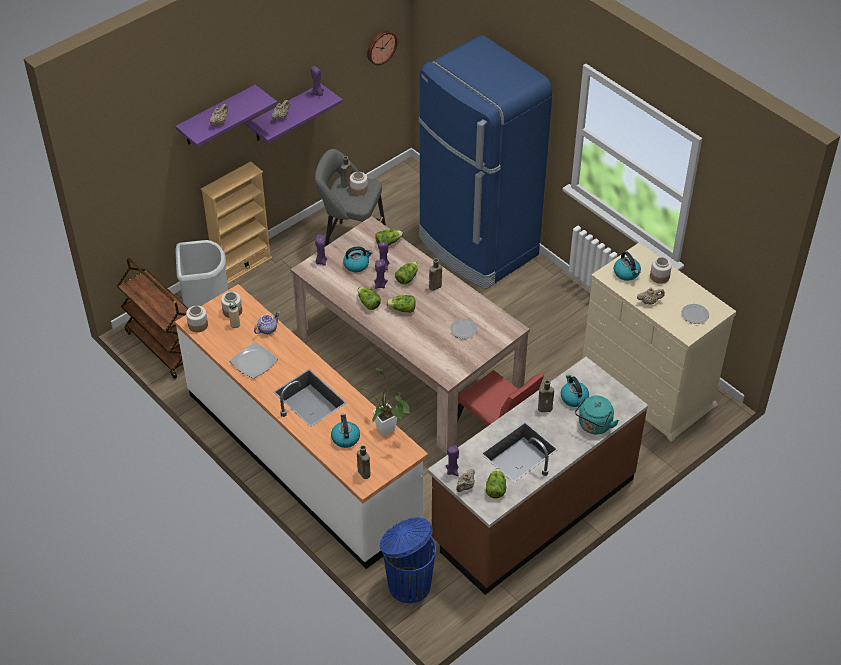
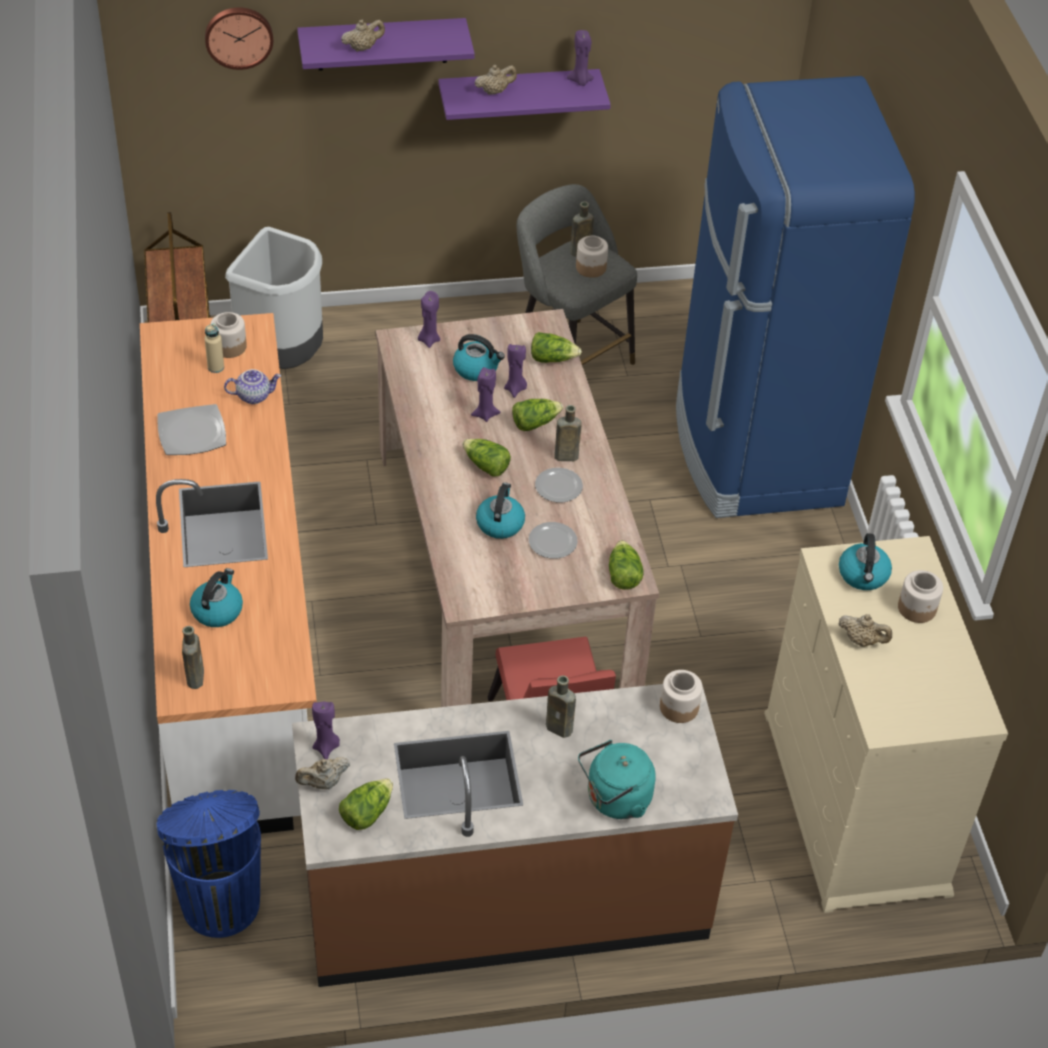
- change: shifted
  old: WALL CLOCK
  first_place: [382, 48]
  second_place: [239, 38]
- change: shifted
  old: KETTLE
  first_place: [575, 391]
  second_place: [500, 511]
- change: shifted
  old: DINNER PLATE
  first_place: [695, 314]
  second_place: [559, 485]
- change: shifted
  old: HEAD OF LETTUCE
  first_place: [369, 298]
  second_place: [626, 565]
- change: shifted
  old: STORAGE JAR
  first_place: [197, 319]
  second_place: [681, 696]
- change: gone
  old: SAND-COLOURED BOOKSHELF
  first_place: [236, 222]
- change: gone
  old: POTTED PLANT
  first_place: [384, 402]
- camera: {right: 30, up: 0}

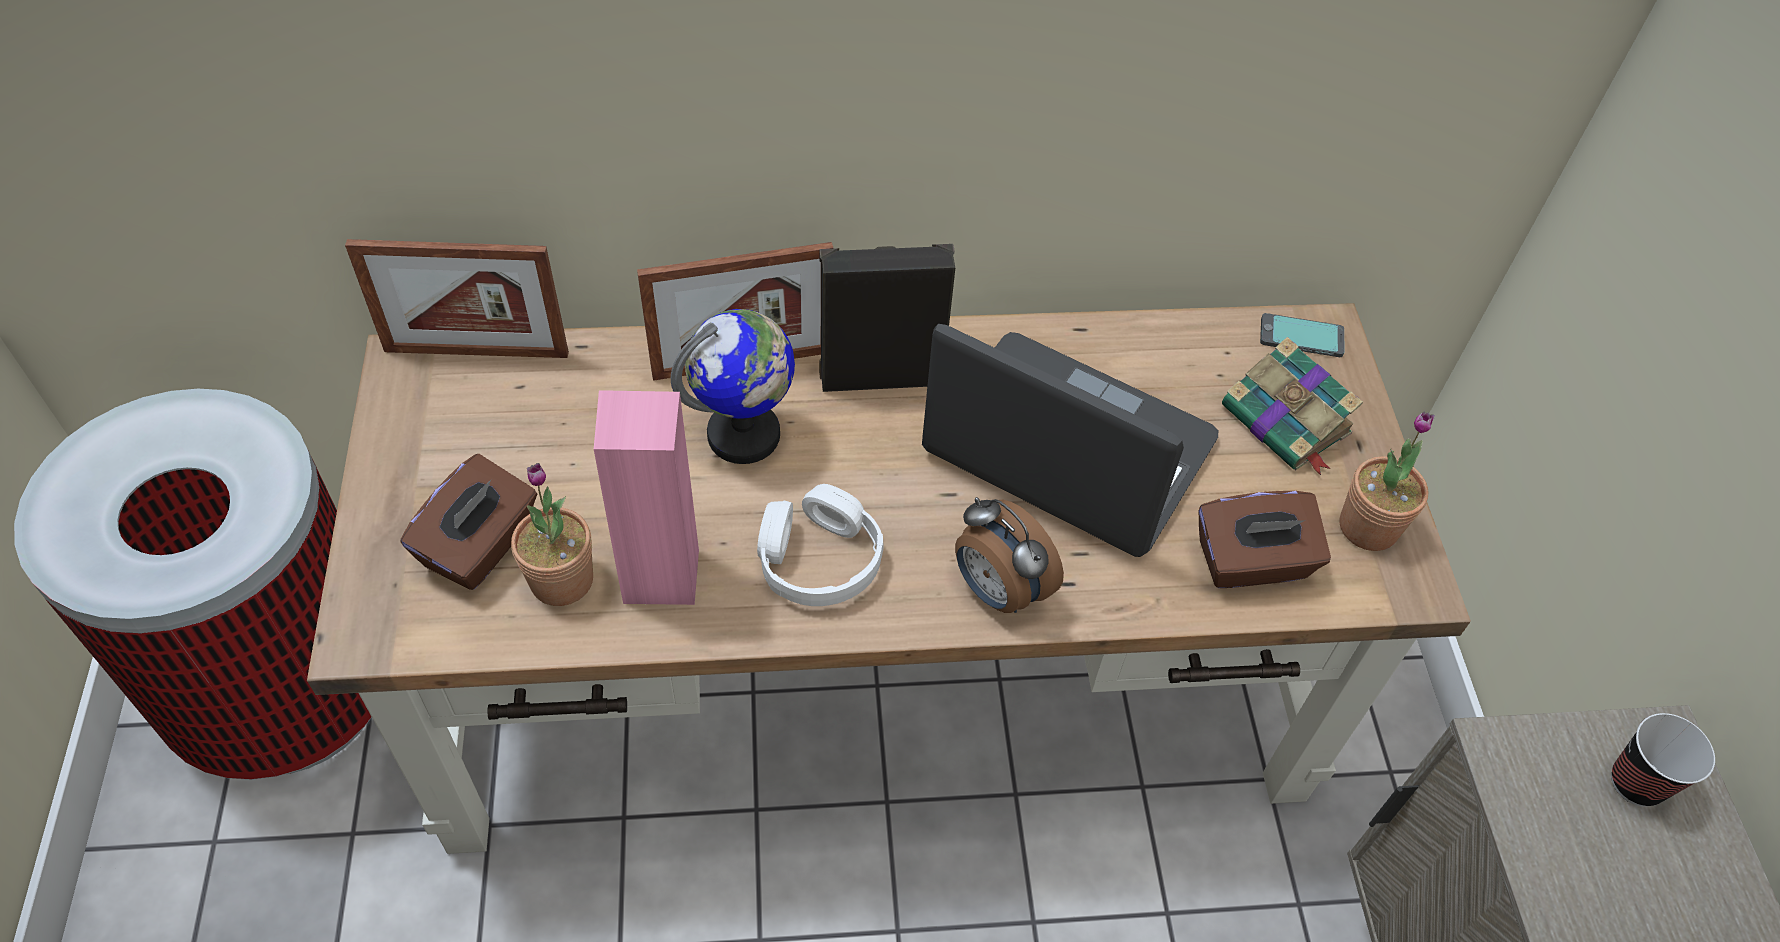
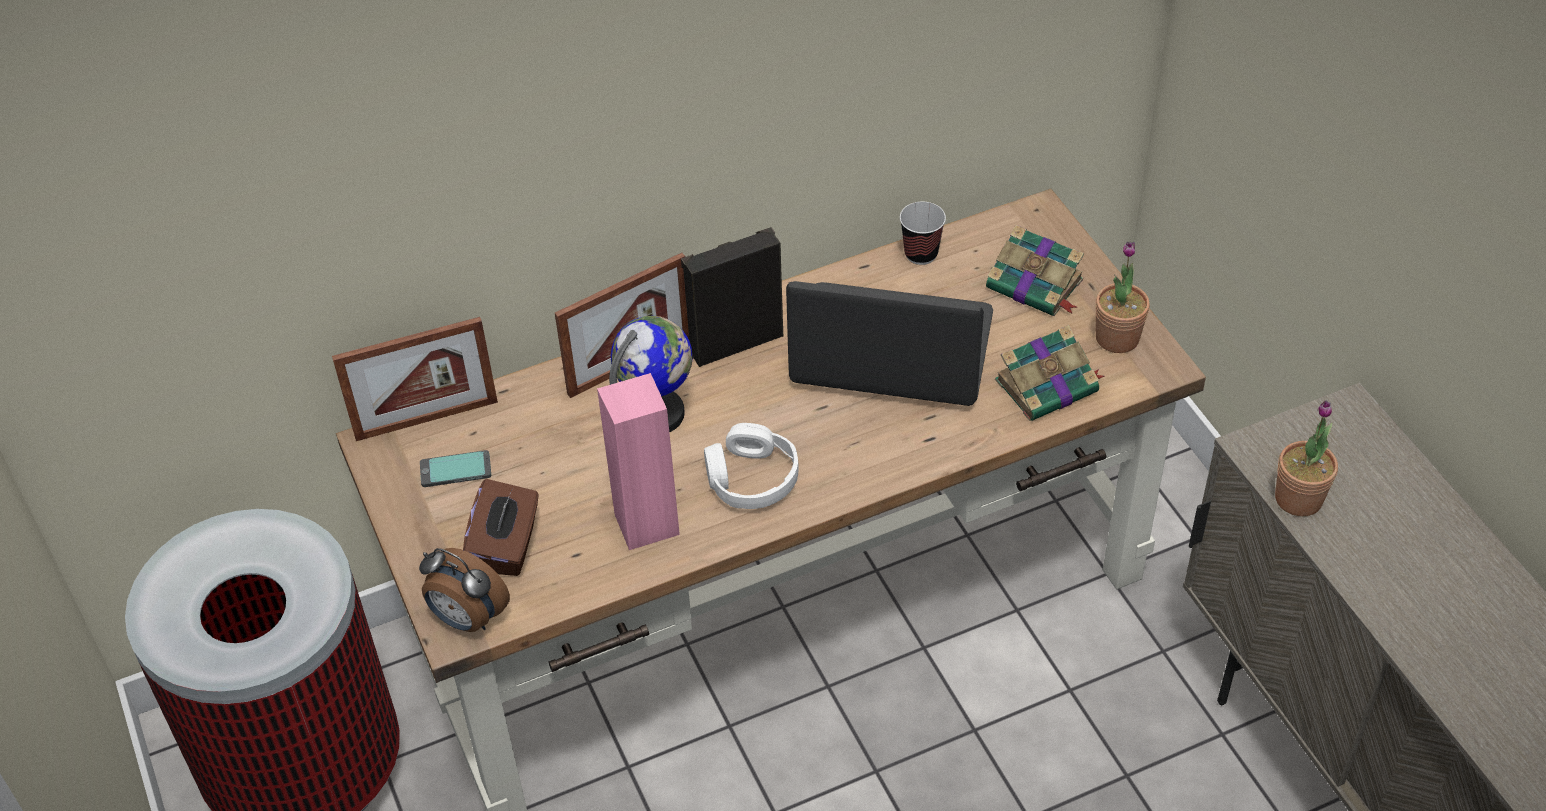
- change: shifted
  old: TABLE CLOCK
  first_place: [1009, 555]
  second_place: [464, 590]
- change: shifted
  old: HANDSET
  first_place: [1302, 335]
  second_place: [455, 468]
- change: shifted
  old: SMALL CUP
  first_place: [1663, 759]
  second_place: [923, 233]
- change: swapped
  old: BROWN TISSUE HOLDER
  new: BOOK
  first_place: [1265, 539]
  second_place: [1049, 373]
- change: shifted
  old: POTTED PLANT
  first_place: [552, 534]
  second_place: [1306, 458]
- camera: {right: -15, up: -5}

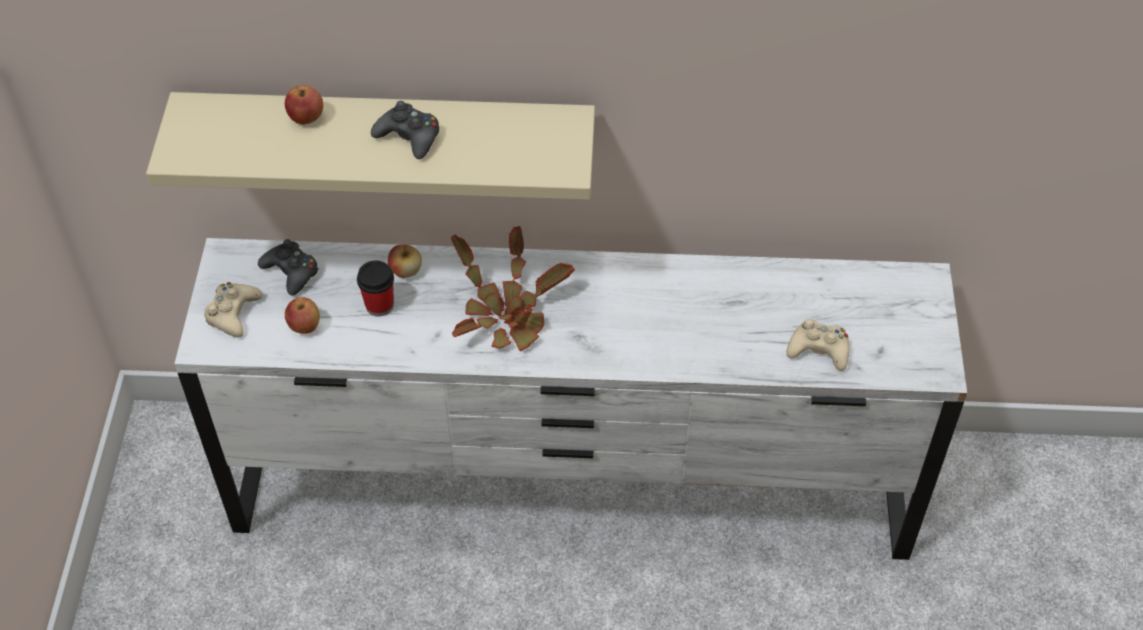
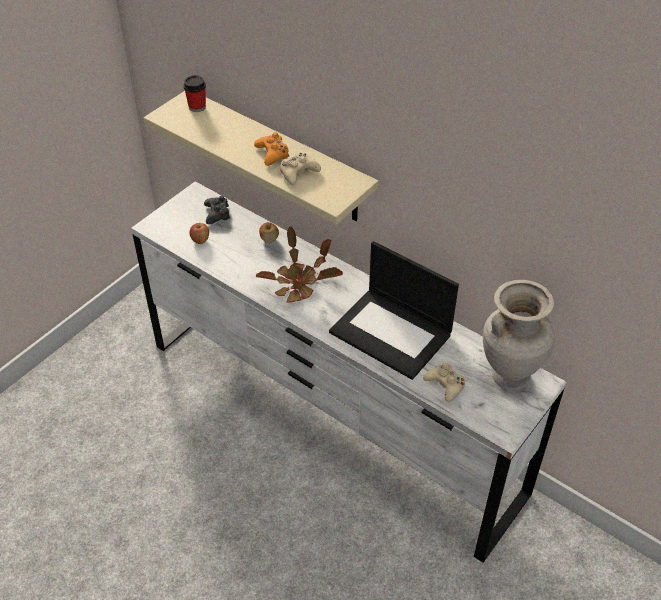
- change: shifted
  old: SMALL CUP
  first_place: [375, 288]
  second_place: [194, 93]
- change: repainted
  old: BLACKISH GAMEPAD
  new: ORANGEY GAMEPAD
  first_place: [405, 130]
  second_place: [271, 149]
- change: shifted
  old: SAND-COLOURED GAMEPAD
  first_place: [233, 309]
  second_place: [300, 169]
- change: new
  new: PORTABLE COMPUTER
  second_place: [394, 310]
- change: new
  new: SAND-COLOURED DECORATIVE VASE
  second_place: [519, 335]
- change: gone
  old: APPLE FRUIT
  first_place: [304, 105]
- camera: {right: 35, up: -5}

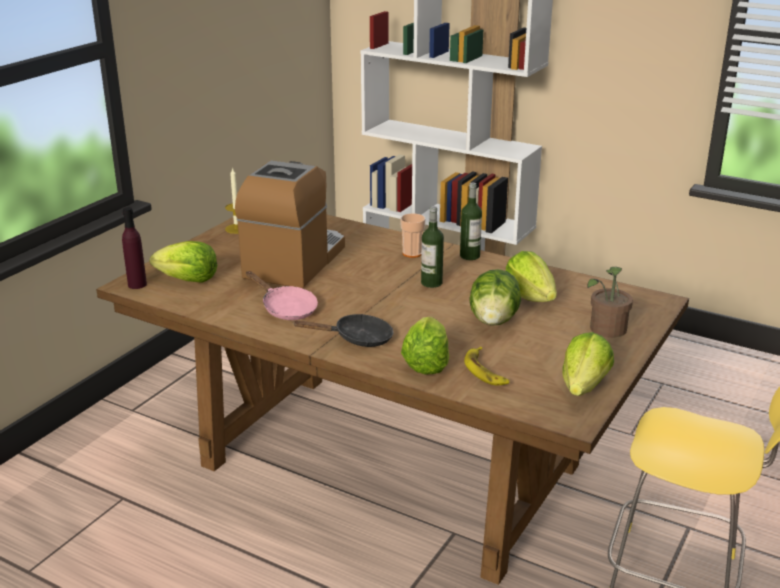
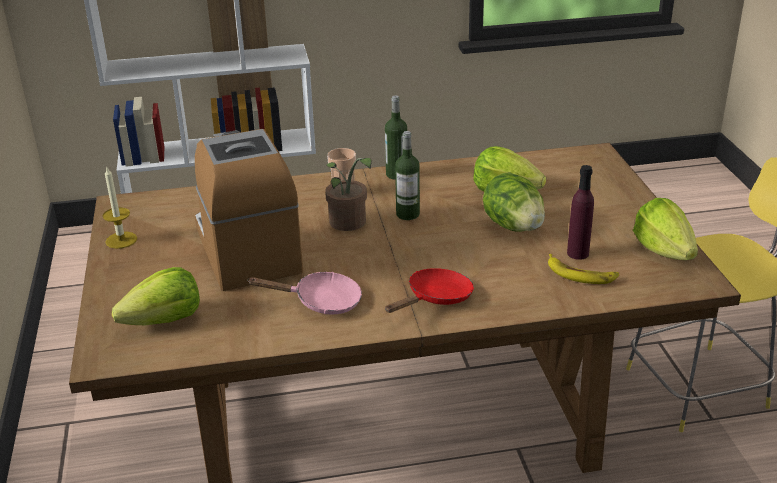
- change: shifted
  old: POTTED PLANT
  first_place: [610, 302]
  second_place: [348, 194]
- change: repainted
  old: BLACKISH SKILLET
  new: RED-COLOURED SKILLET
  first_place: [343, 330]
  second_place: [429, 290]
- change: shifted
  old: PURPLISH BEVERAGE BOTTLE
  first_place: [134, 248]
  second_place: [580, 212]
- change: gone
  old: HEAD OF LETTUCE
  first_place: [425, 345]
- camera: {right: -40, up: 5}

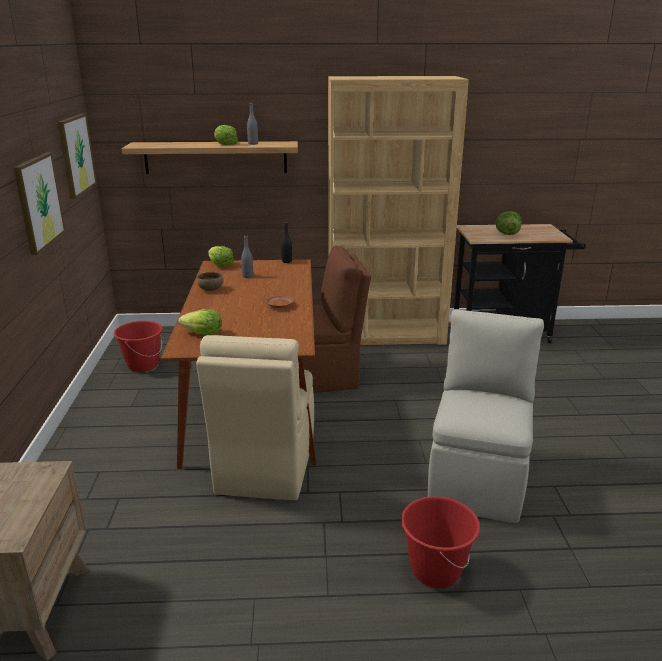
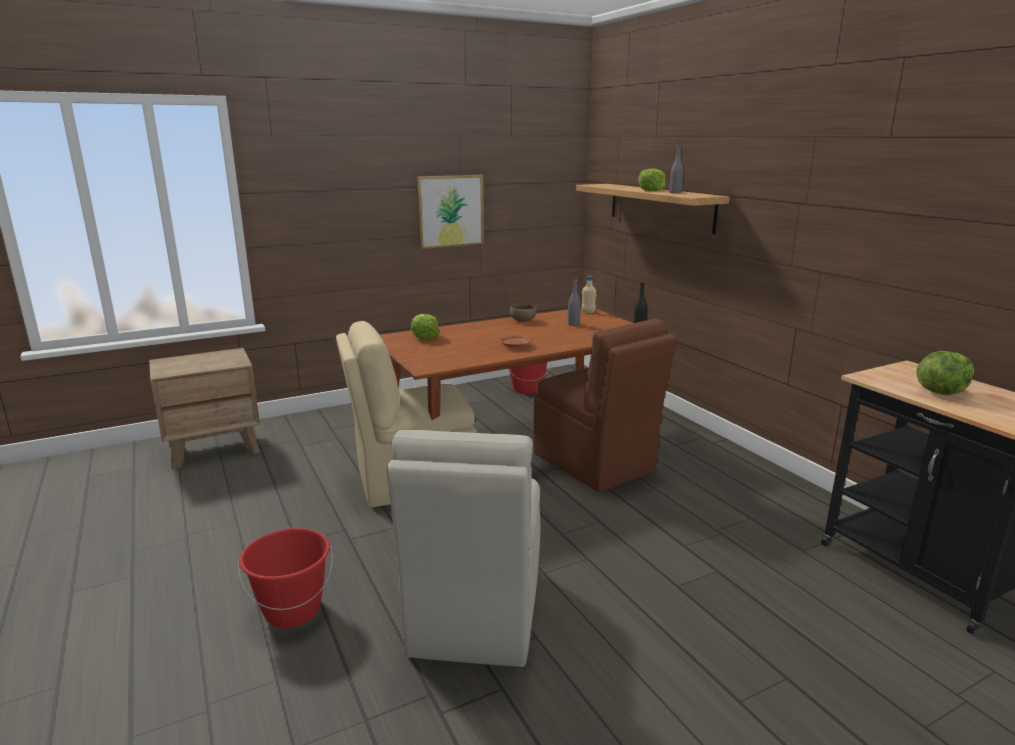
- change: rotated
  old: SAND-COLOURED CHAIR
  first_place: [486, 416]
  second_place: [463, 548]
  degrees: 105
- change: swapped
  old: HEAD OF LETTUCE
  new: SAND-COLOURED BEVERAGE BOTTLE
  first_place: [221, 256]
  second_place: [589, 294]
- change: gone
  old: WALL PICTURE
  first_place: [77, 156]
- change: gone
  old: BROWN BOOKSHELF
  first_place: [398, 210]
- camera: {right: 65, up: -5}

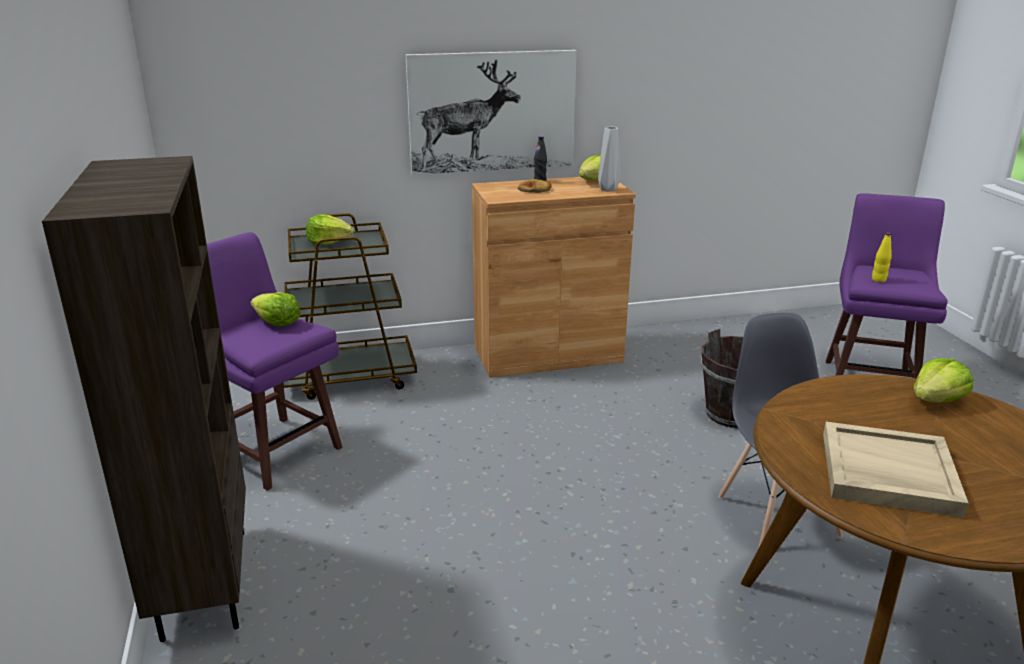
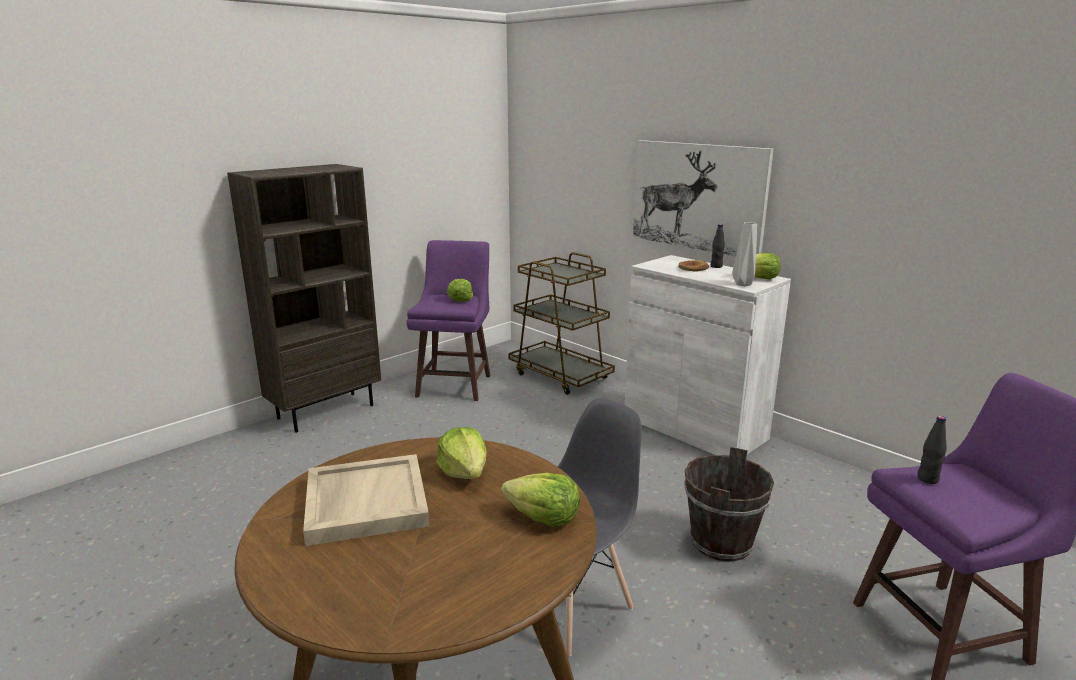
- change: shifted
  old: HEAD OF LETTUCE
  first_place: [330, 229]
  second_place: [462, 453]
- change: repainted
  old: BROWN CABINET
  new: WHITISH CABINET
  first_place: [554, 277]
  second_place: [708, 355]
- change: repainted
  old: YELLOW BEVERAGE BOTTLE
  new: BLACKISH BEVERAGE BOTTLE
  first_place: [882, 257]
  second_place: [932, 450]
- camera: {right: 60, up: -5}

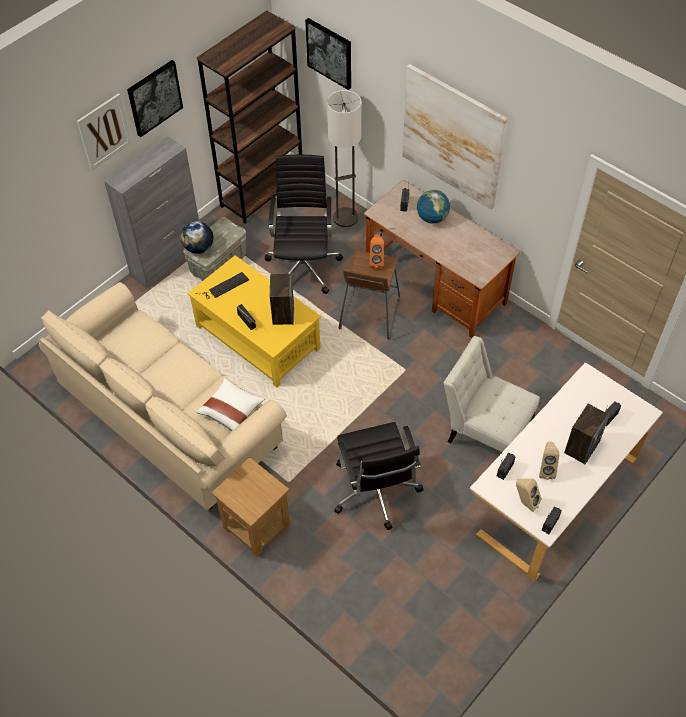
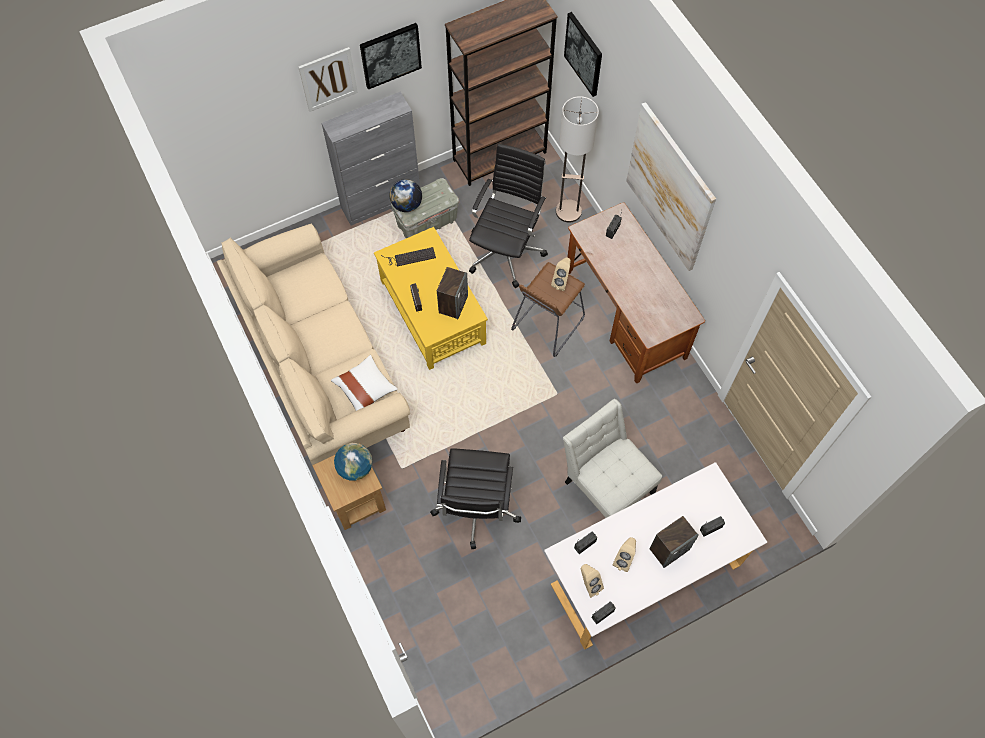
- change: shifted
  old: DESK GLOBE
  first_place: [433, 207]
  second_place: [353, 462]
- change: repainted
  old: ORANGEY AUDIO SPEAKER
  new: SAND-COLOURED AUDIO SPEAKER
  first_place: [376, 251]
  second_place: [561, 274]
- camera: {right: 20, up: 10}

